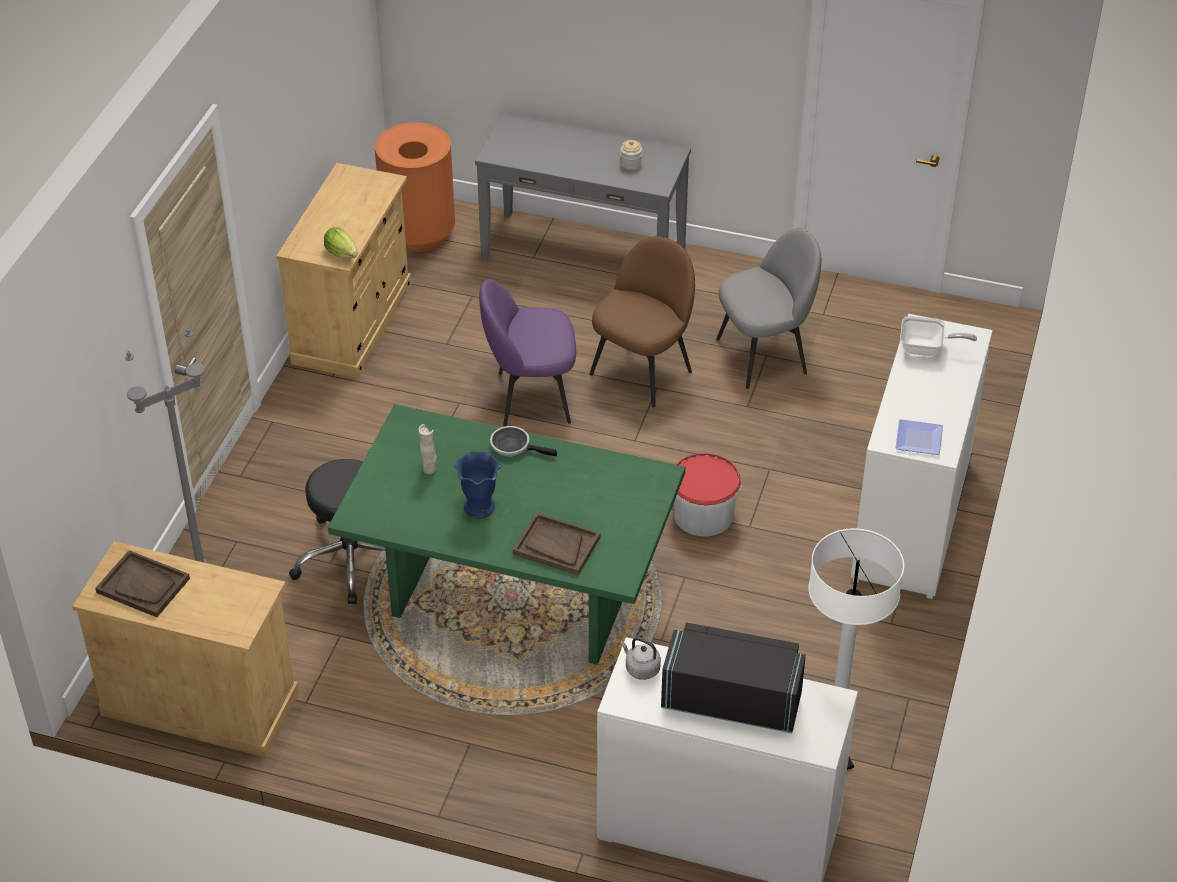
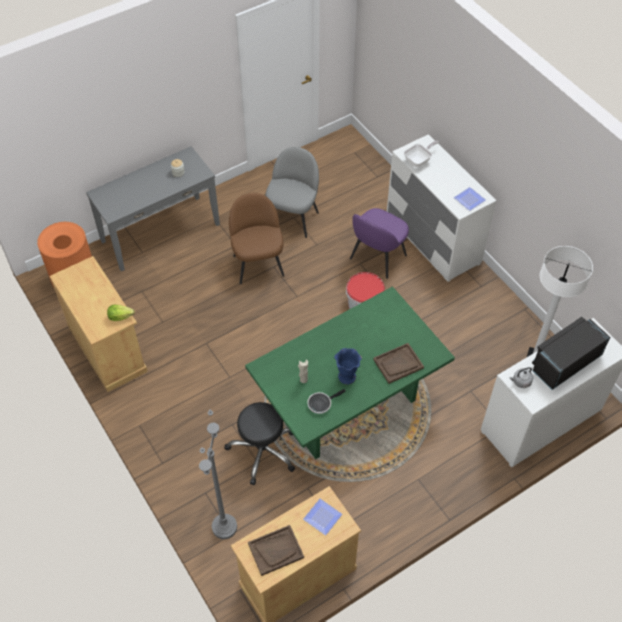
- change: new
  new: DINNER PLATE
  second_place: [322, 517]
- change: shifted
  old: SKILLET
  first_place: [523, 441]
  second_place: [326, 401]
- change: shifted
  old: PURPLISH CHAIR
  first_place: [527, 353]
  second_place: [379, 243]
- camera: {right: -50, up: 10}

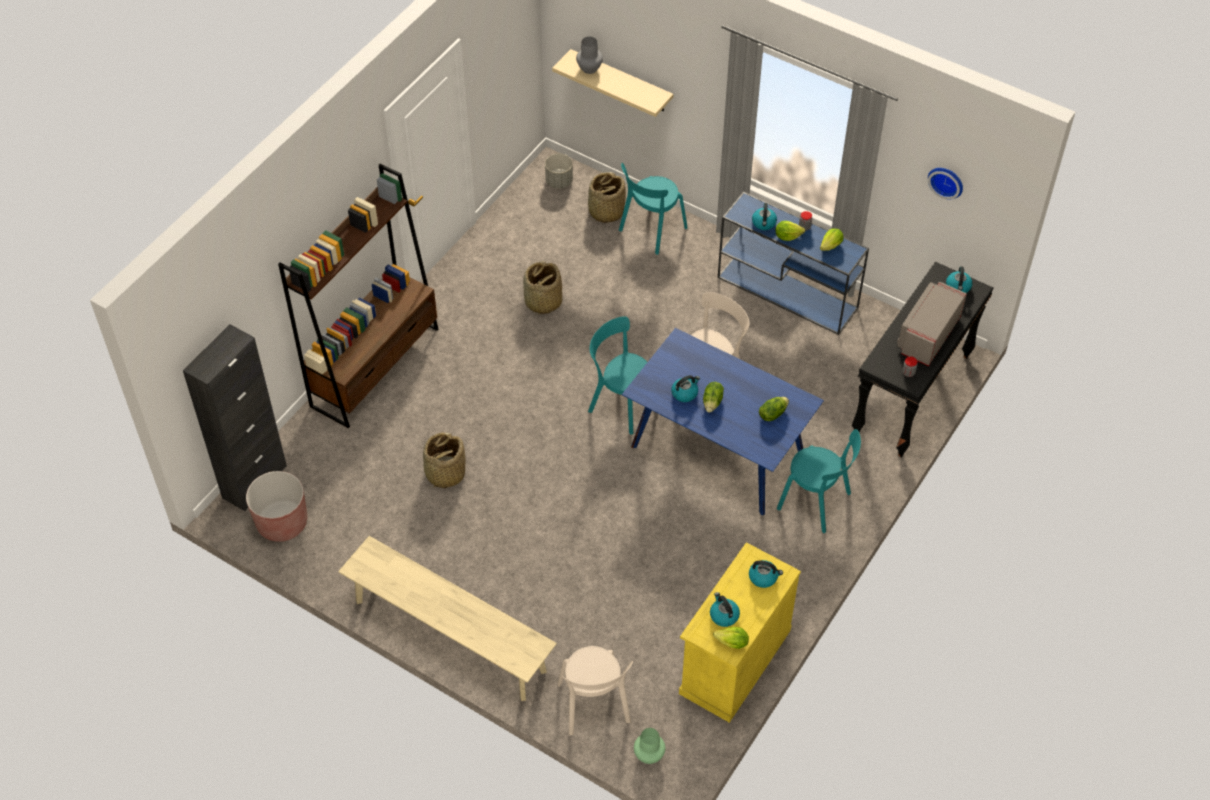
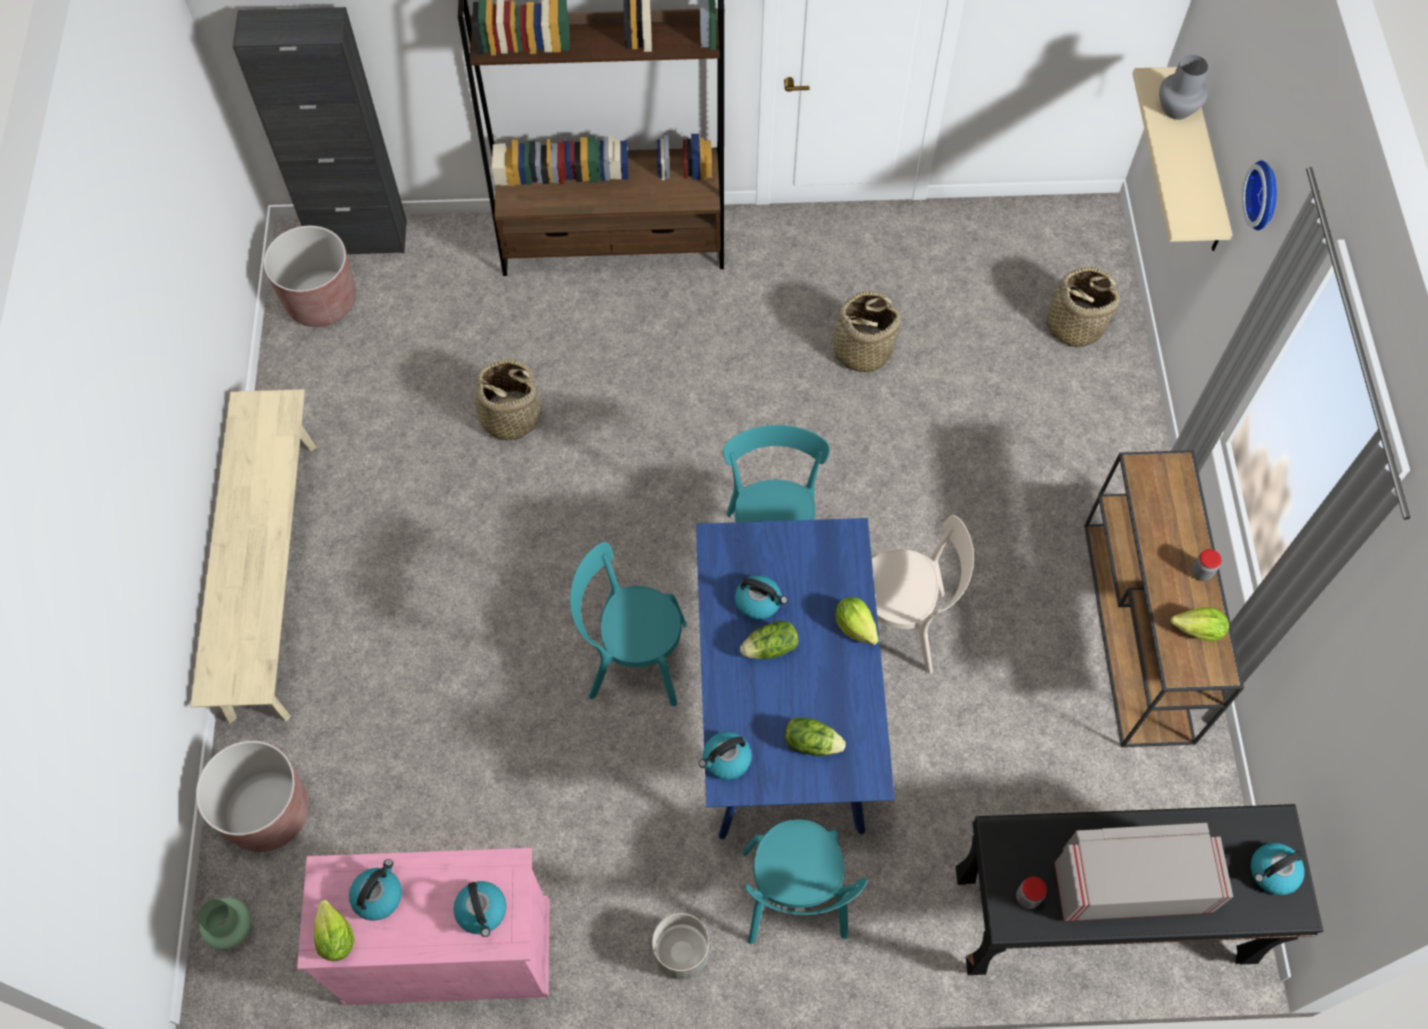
- change: swapped
  old: SAND-COLOURED CHAIR
  new: BROWN FLOWER POT
  first_place: [595, 691]
  second_place: [252, 796]
- change: repainted
  old: YELLOW CABINET
  new: PINK CABINET
  first_place: [740, 632]
  second_place: [423, 926]
- change: shifted
  old: TURQUOISE-COLOURED CHAIR
  first_place: [653, 209]
  second_place: [628, 624]
- change: shifted
  old: GRAY FLOWER POT
  first_place: [559, 171]
  second_place: [680, 946]
- change: shifted
  old: KETTLE
  first_place: [764, 216]
  second_place: [725, 756]
- change: shifted
  old: HEAD OF LETTUCE
  first_place: [790, 231]
  second_place: [857, 621]
- change: repainted
  old: BLUE-COLOURED NARROW TABLE
  new: BROWN NARROW TABLE
  first_place: [793, 263]
  second_place: [1164, 598]
- change: shifted
  old: WALL CLOCK
  first_place: [945, 184]
  second_place: [1259, 195]
- camera: {right: 55, up: 10}

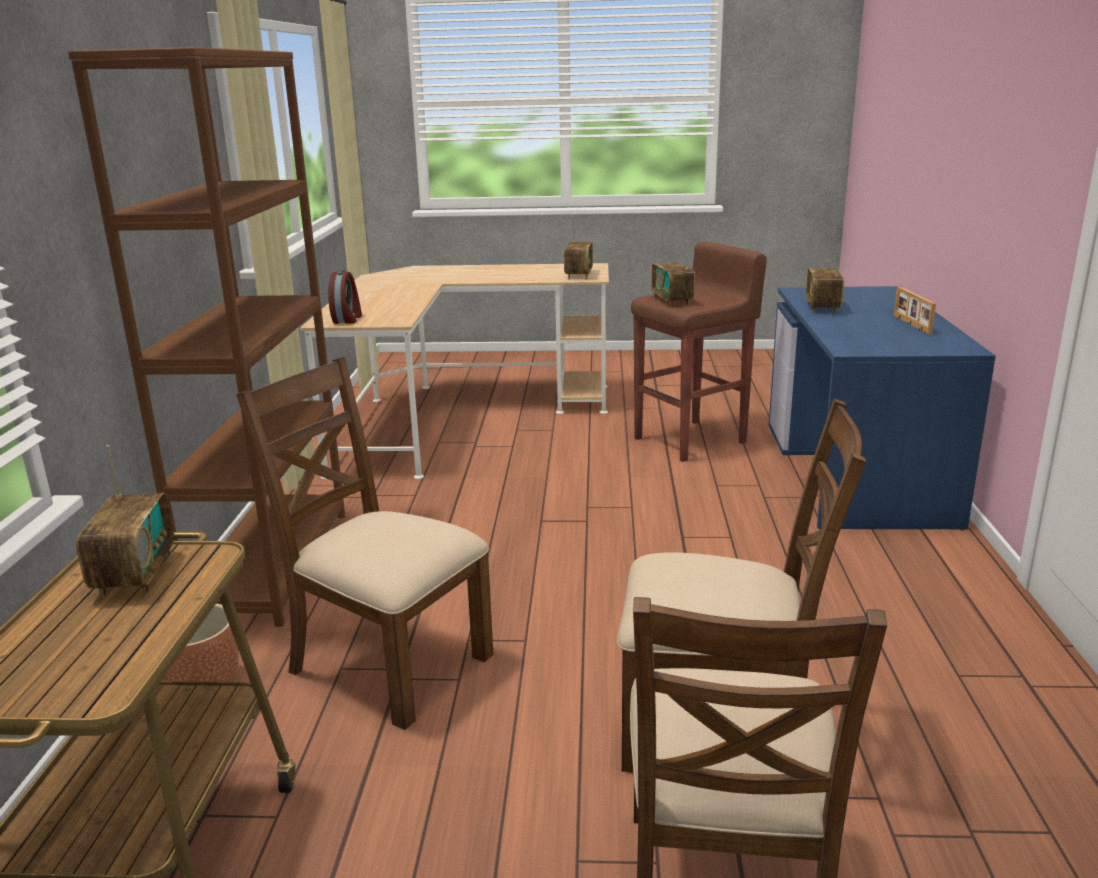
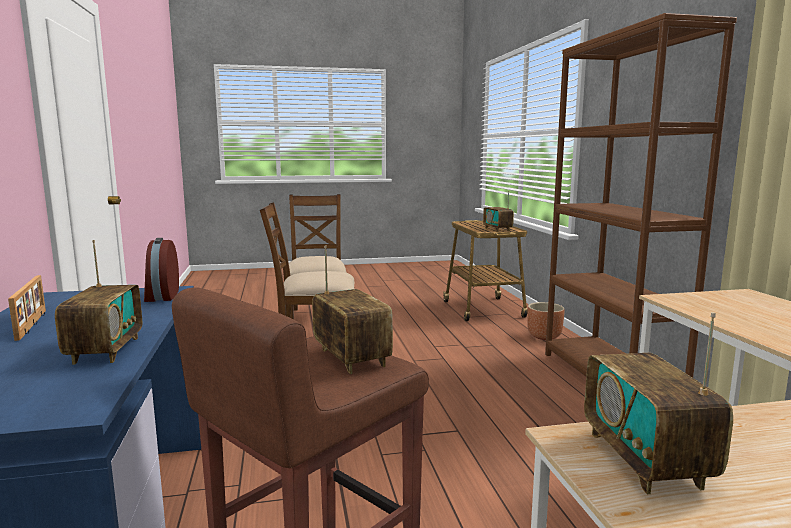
- change: shifted
  old: TABLE CLOCK
  first_place: [345, 297]
  second_place: [161, 270]
- change: gone
  old: BROWN CHAIR
  first_place: [364, 543]
- camera: {right: 165, up: -10}

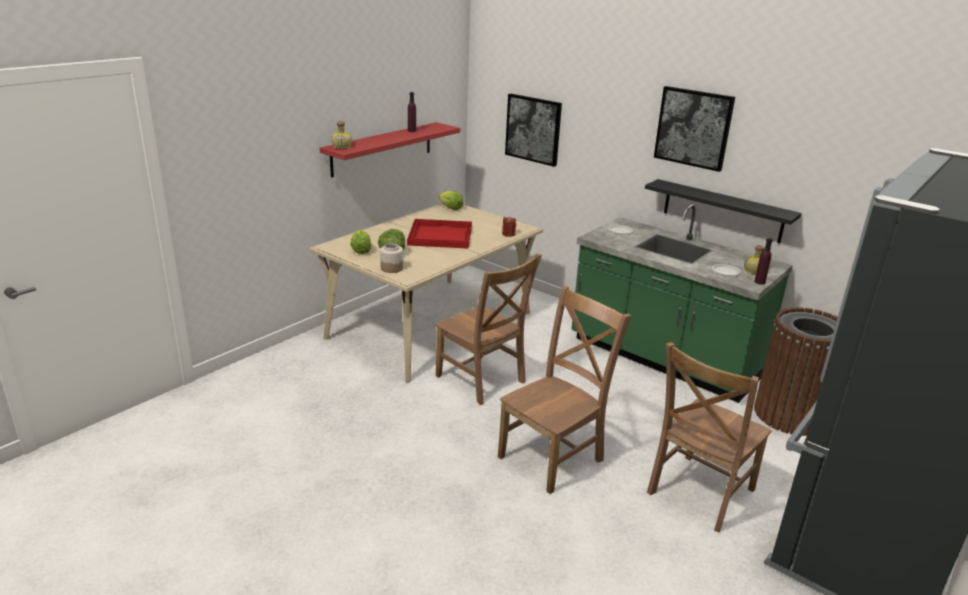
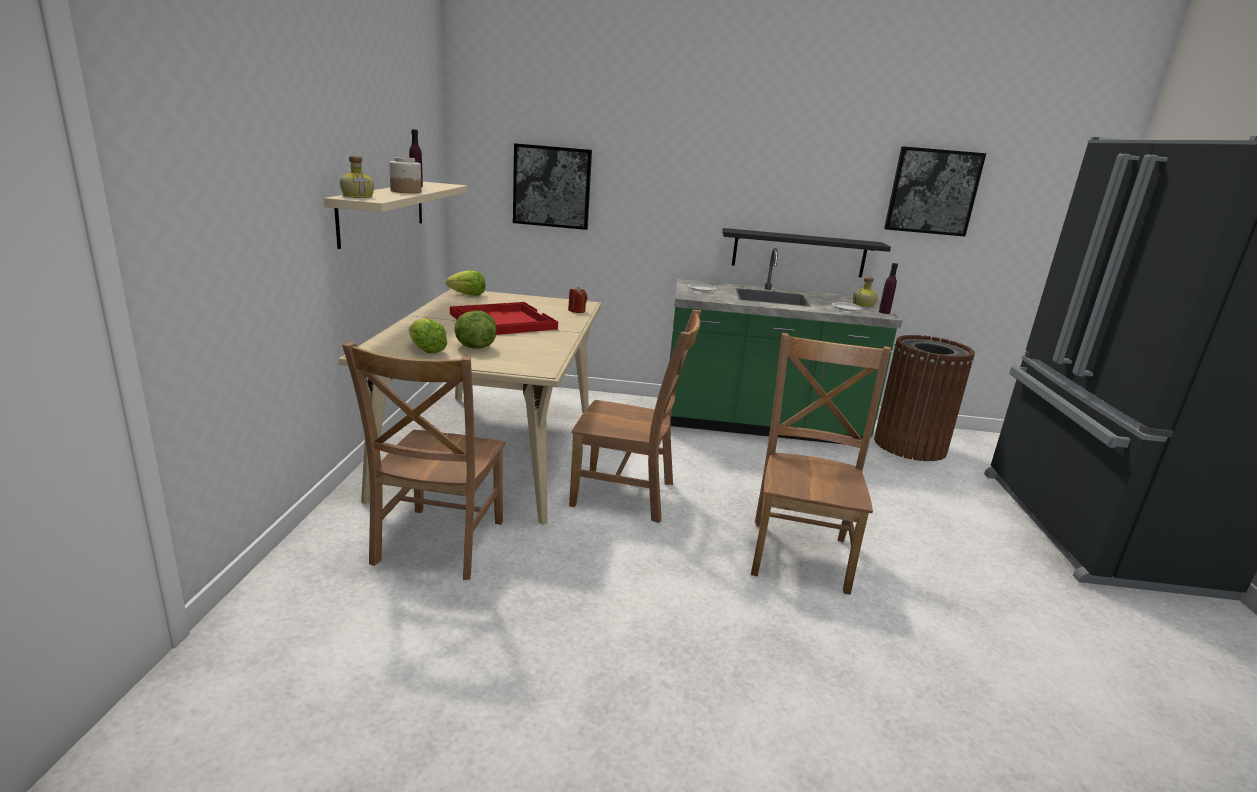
- change: repainted
  old: RED-COLOURED BRACKET SHELF
  new: SAND-COLOURED BRACKET SHELF
  first_place: [390, 150]
  second_place: [396, 215]
- change: shifted
  old: BROWN CHAIR
  first_place: [709, 437]
  second_place: [423, 461]
- change: shifted
  old: STORAGE JAR
  first_place: [391, 258]
  second_place: [405, 175]
- change: shifted
  old: WALL PICTURE
  first_place: [694, 129]
  second_place: [935, 191]
- camera: {right: -35, up: -5}

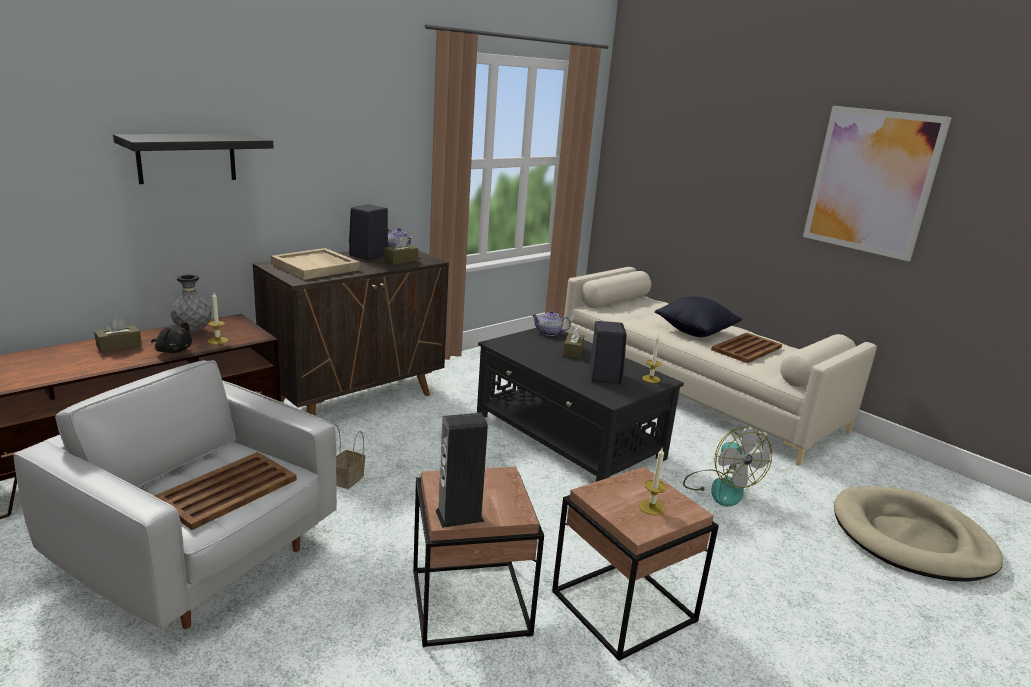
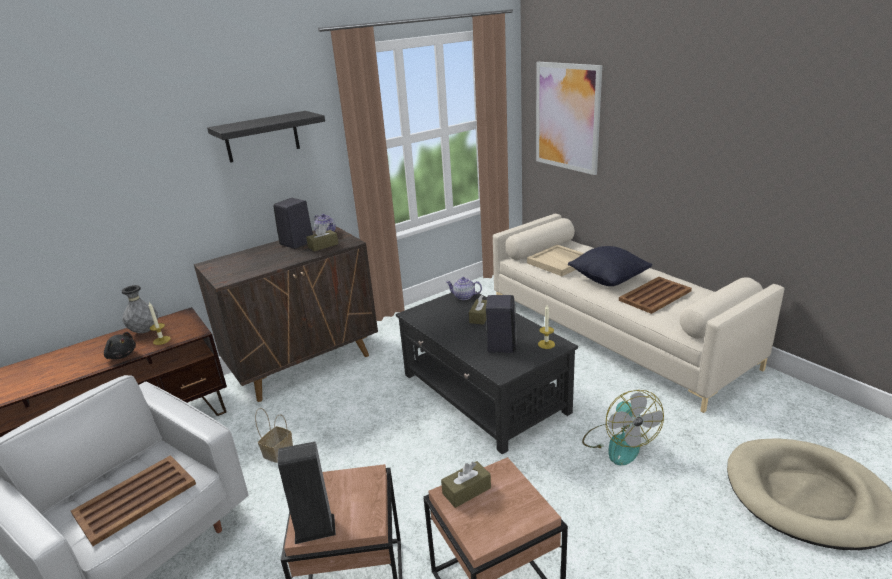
- change: shifted
  old: BLACKISH BRACKET SHELF
  first_place: [193, 159]
  second_place: [266, 137]
- change: shifted
  old: BROWN TISSUE HOLDER
  first_place: [118, 335]
  second_place: [466, 484]
- change: shifted
  old: SAND-COLOURED CARRYING TRAY
  first_place: [315, 264]
  second_place: [555, 260]
- change: shifted
  old: WALL PICTURE
  first_place: [877, 183]
  second_place: [569, 118]
- change: gone
  old: WAX CANDLE
  first_place: [653, 481]
- camera: {right: 10, up: 5}

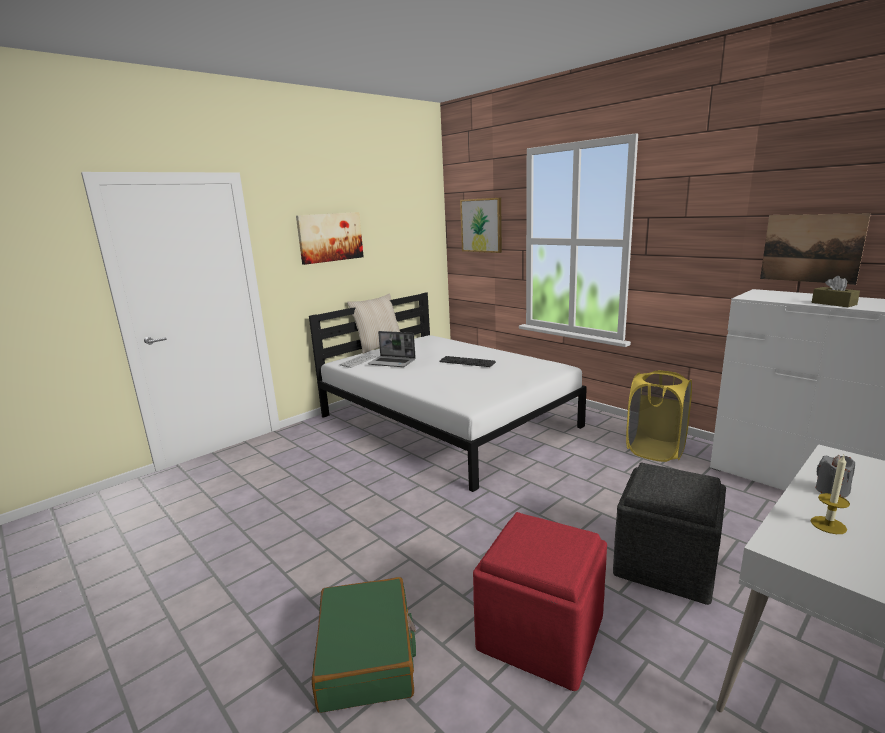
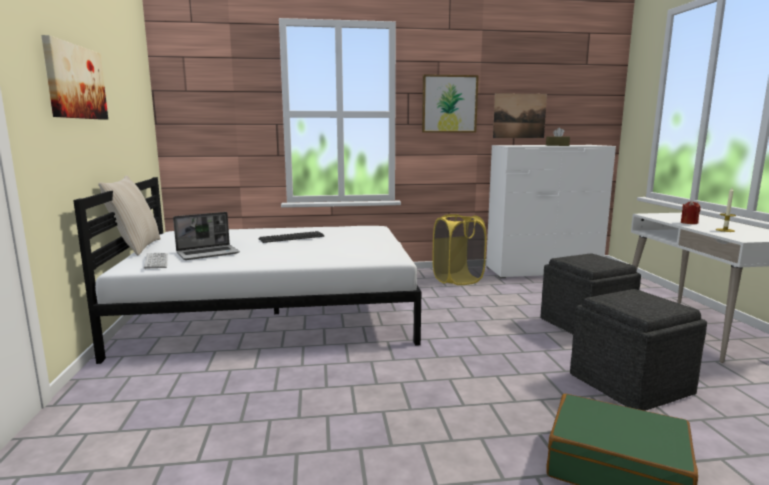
- change: shifted
  old: WALL PICTURE
  first_place: [481, 225]
  second_place: [450, 103]
- change: repainted
  old: RED-COLOURED OTTOMAN
  new: GRAY OTTOMAN
  first_place: [540, 601]
  second_place: [638, 350]
- change: repainted
  old: GRAY WAX CANDLE
  new: RED-COLOURED WAX CANDLE
  first_place: [835, 476]
  second_place: [691, 212]
- camera: {right: -55, up: -5}

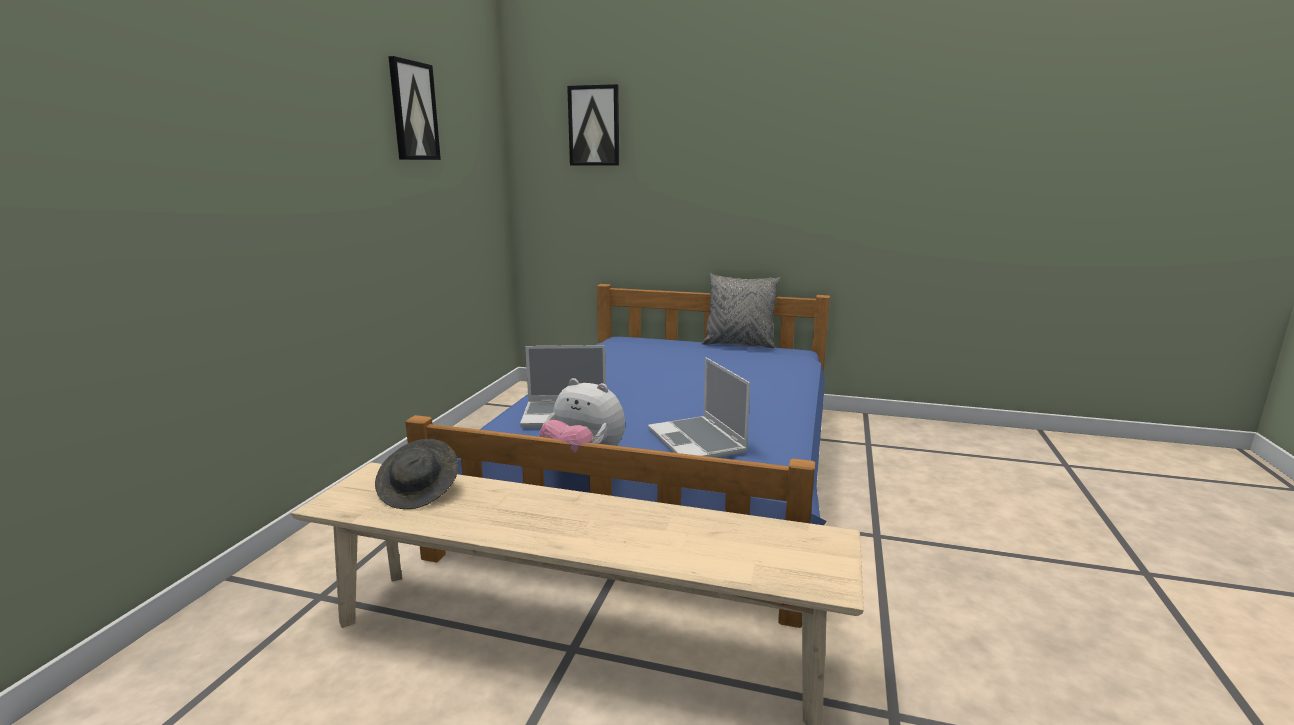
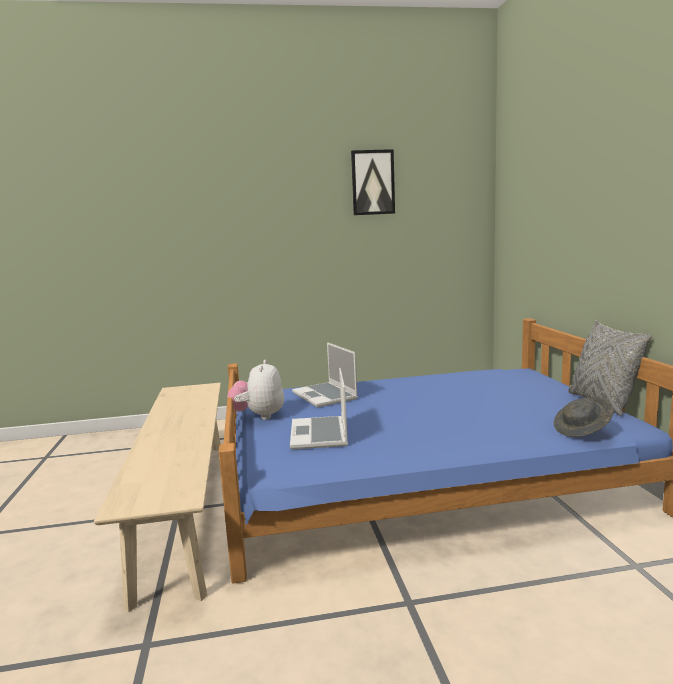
- change: rotated
  old: PORTABLE COMPUTER
  first_place: [699, 407]
  second_place: [319, 408]
  degrees: -45
- change: shifted
  old: GRAY HAT
  first_place: [417, 474]
  second_place: [584, 417]
- change: gone
  old: WALL PICTURE
  first_place: [593, 125]
- camera: {right: 65, up: -5}

